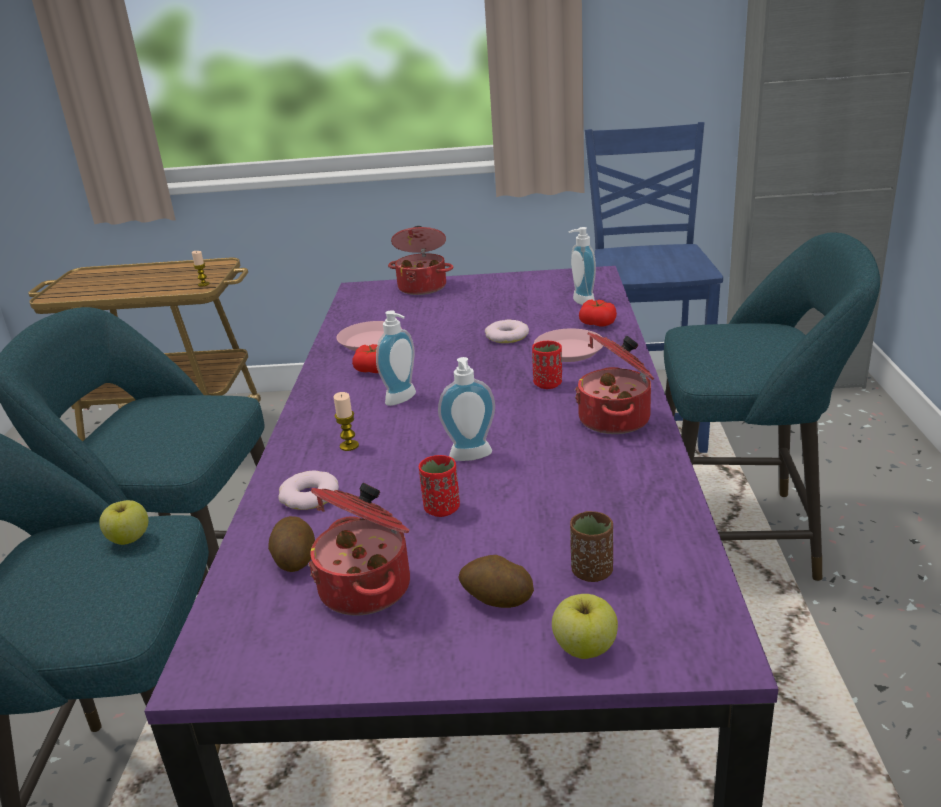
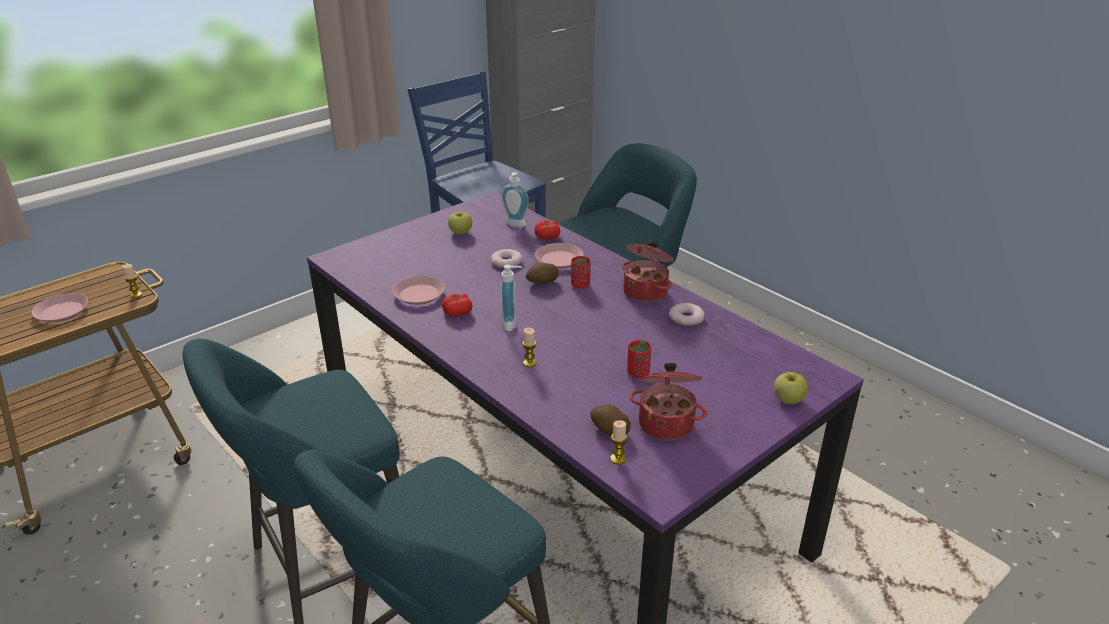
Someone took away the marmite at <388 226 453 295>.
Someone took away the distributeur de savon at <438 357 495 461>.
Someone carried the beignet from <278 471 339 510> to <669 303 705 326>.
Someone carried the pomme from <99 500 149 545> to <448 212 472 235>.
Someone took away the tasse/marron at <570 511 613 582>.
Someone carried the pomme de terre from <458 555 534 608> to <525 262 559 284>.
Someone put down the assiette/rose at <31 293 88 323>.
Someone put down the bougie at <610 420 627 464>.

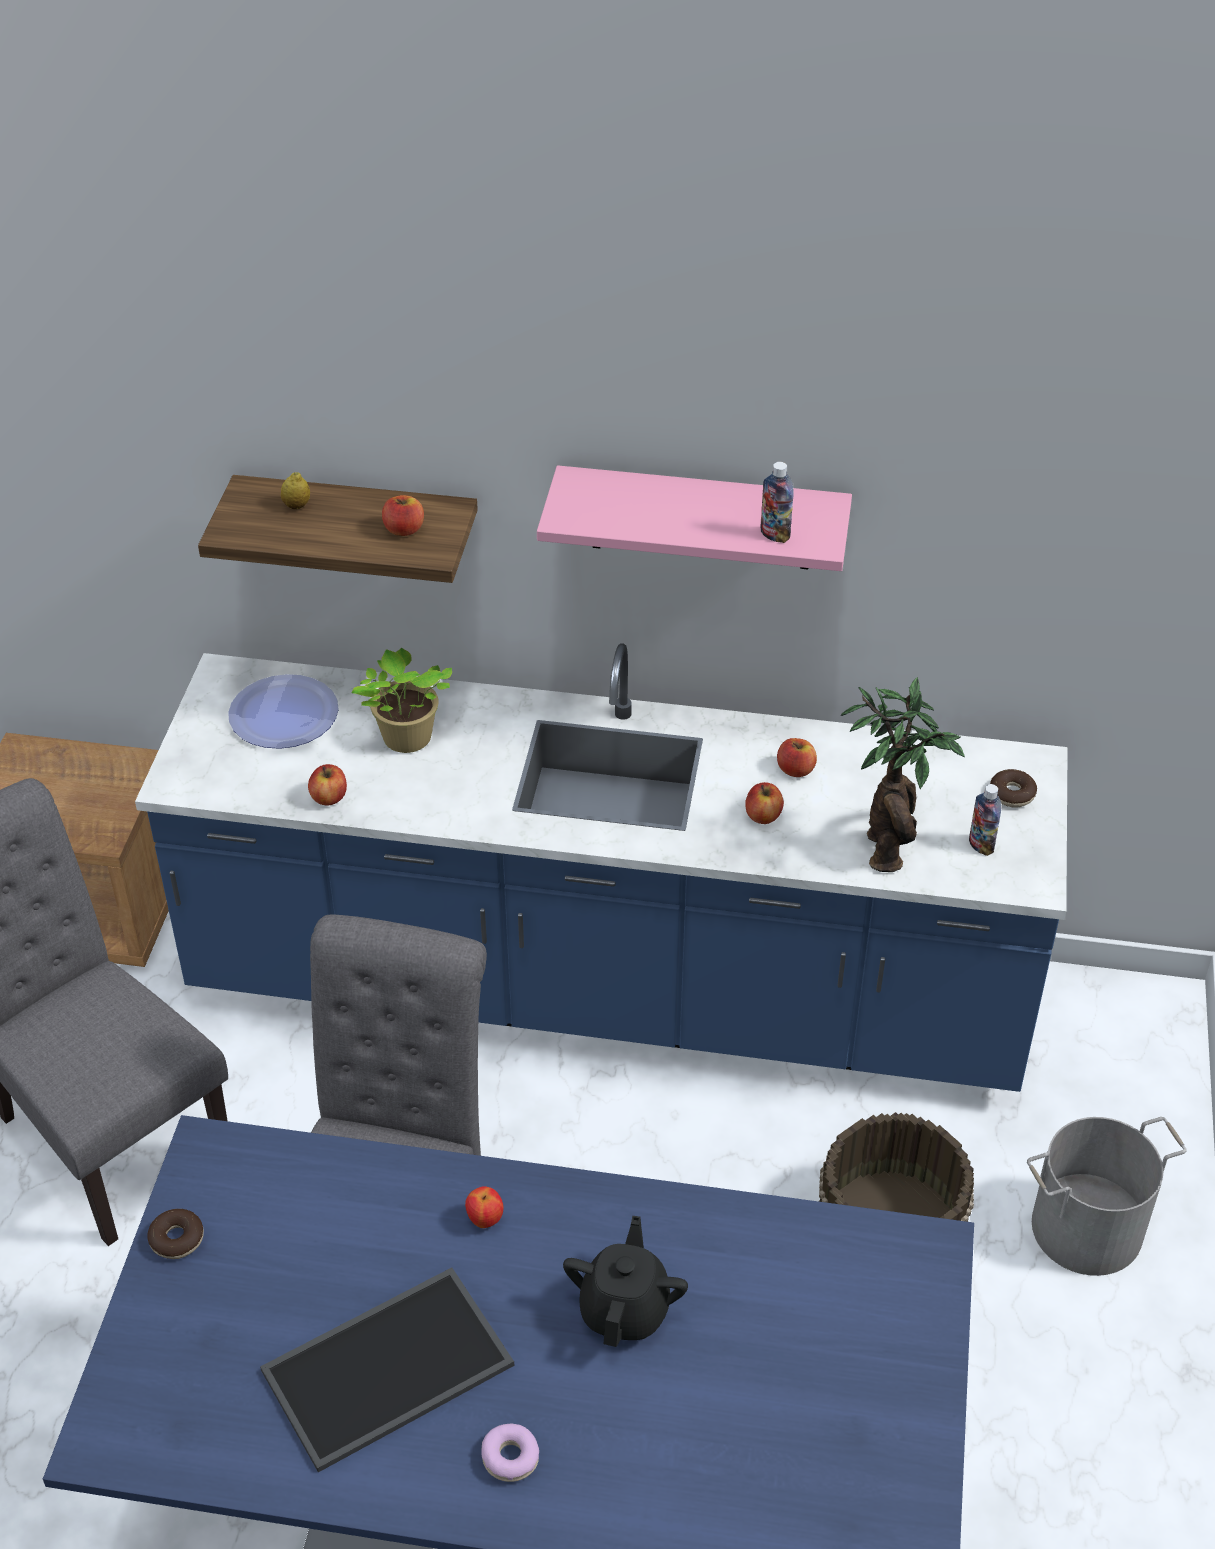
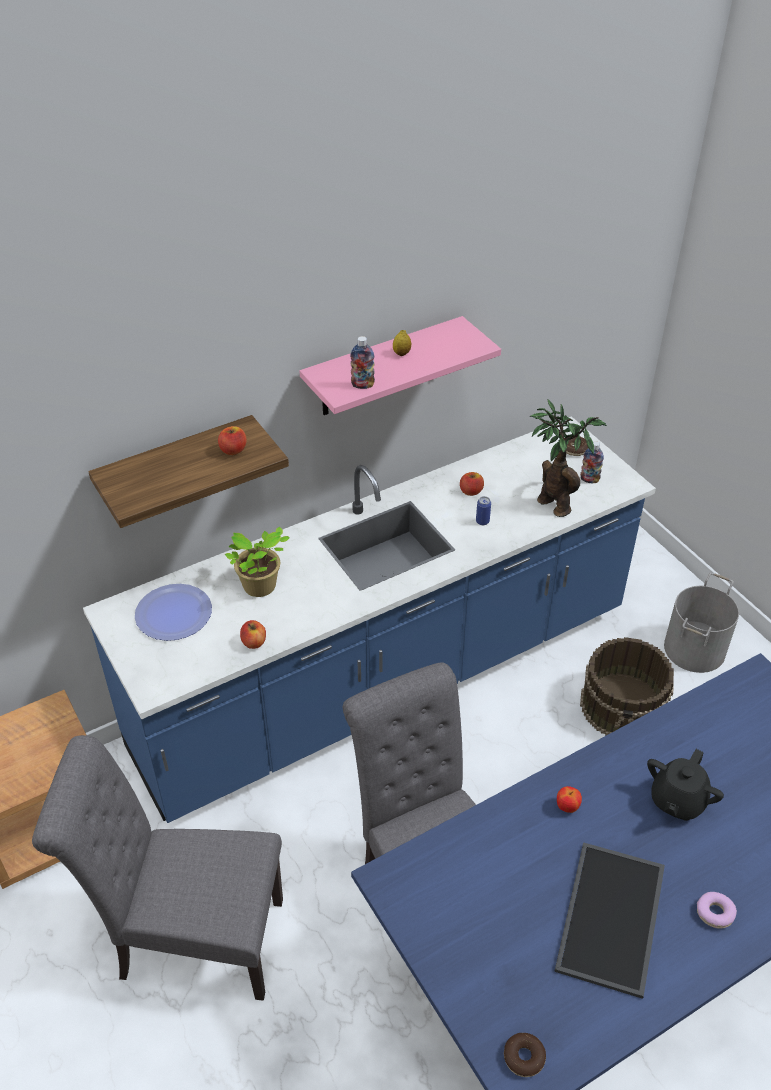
Someone carried the bouteille from <761 462 794 543> to <350 336 375 389>.
Someone carried the citron from <281 472 310 509> to <393 330 411 356>.
Someone swapped the pomme at <745 782 784 824> for the boîte métallique at <476 496 491 525>.
Someone carried the beignet from <147 1209 204 1259> to <504 1033 546 1077>.
Someone rotated the théière/noir at <563 1216 688 1347> by 120 degrees counterclockwise.

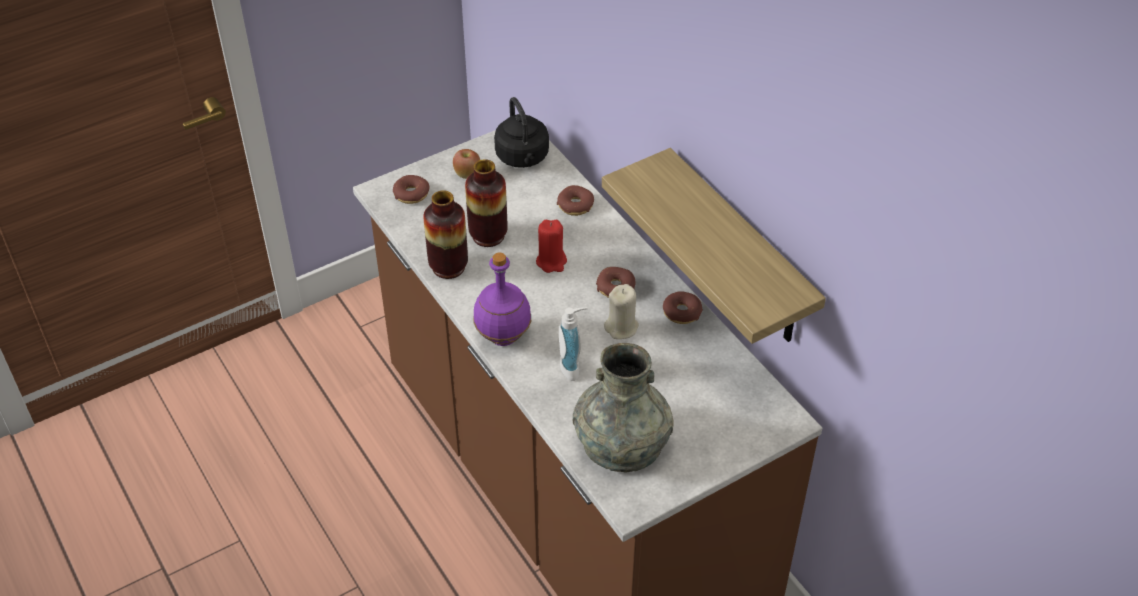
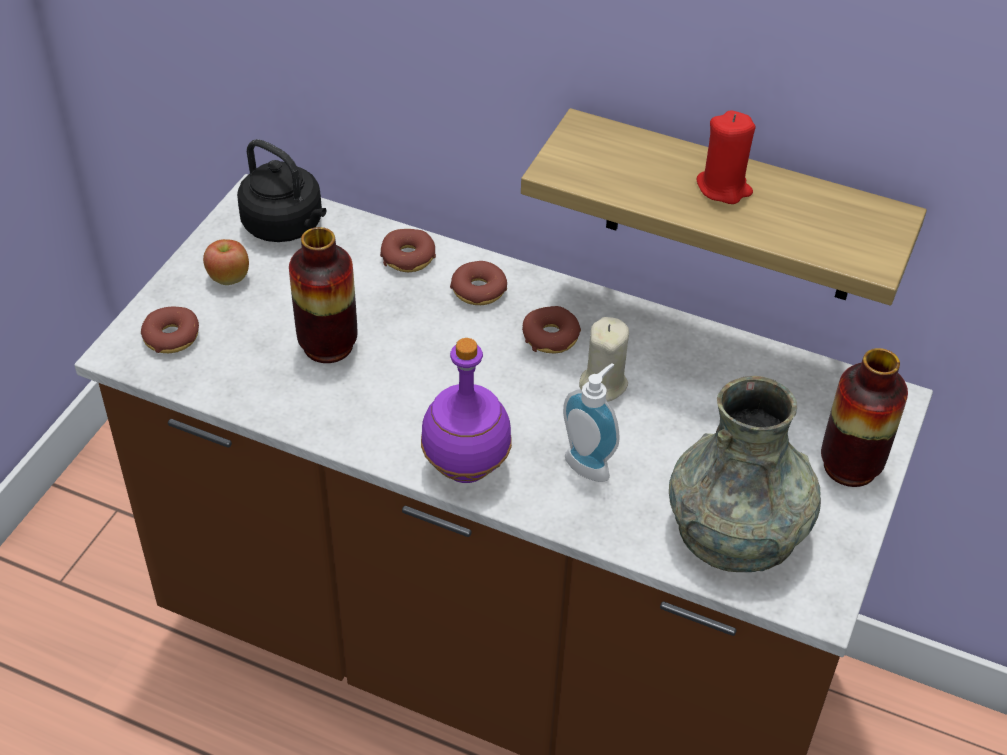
Someone carried the vase from <423 190 468 279> to <821 348 908 487>.
Someone carried the bougie/rouge from <536 220 567 273> to <697 110 755 204>.
Someone carried the beignet from <663 291 703 324> to <450 261 507 305>.

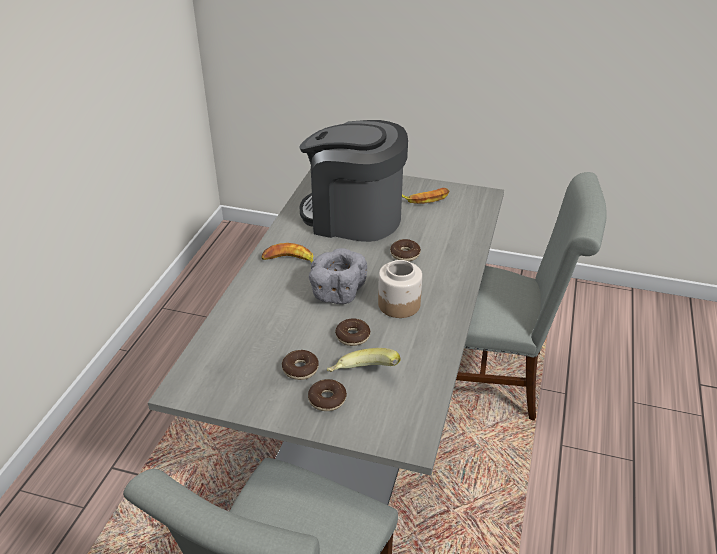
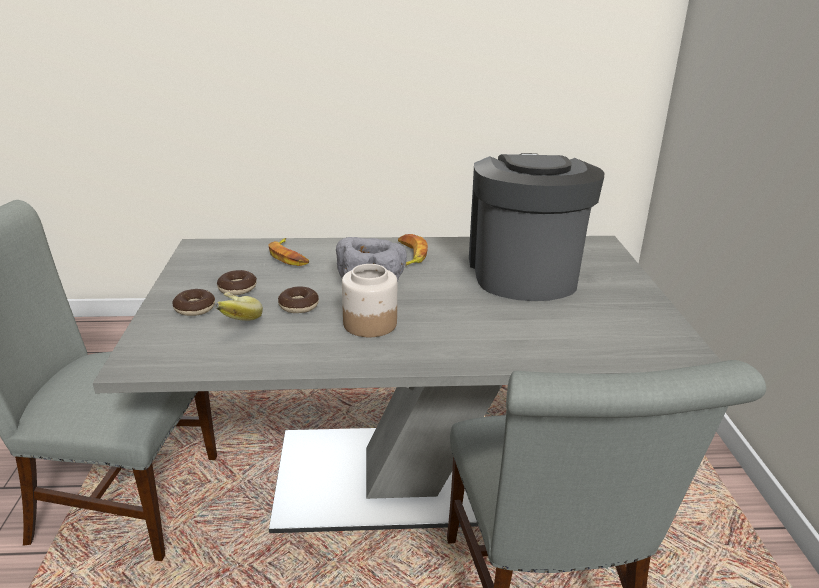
Someone carried the banane from <402 188 449 204> to <268 238 309 266>.
Someone took away the beignet at <390 239 421 261>.

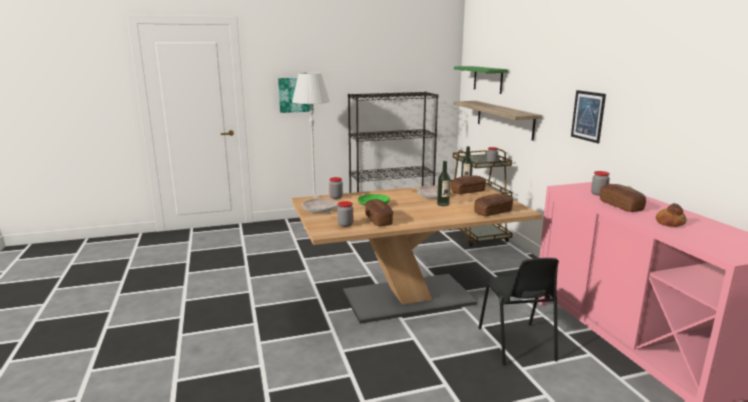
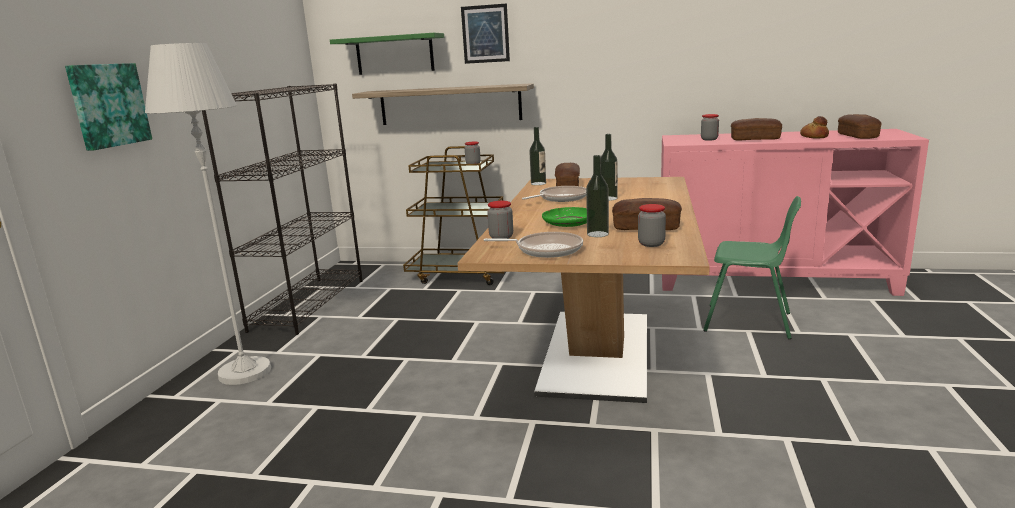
Someone carried the tableau from <571 90 606 144> to <461 3 510 64>.
Someone carried the pain from <474 194 513 216> to <838 114 882 139>.
Someone repainted the chaise/noir at <479 258 559 366>, which became the chaise/vert at <703 196 801 339>.
Someone put down the bouteille at <586 155 609 237>.

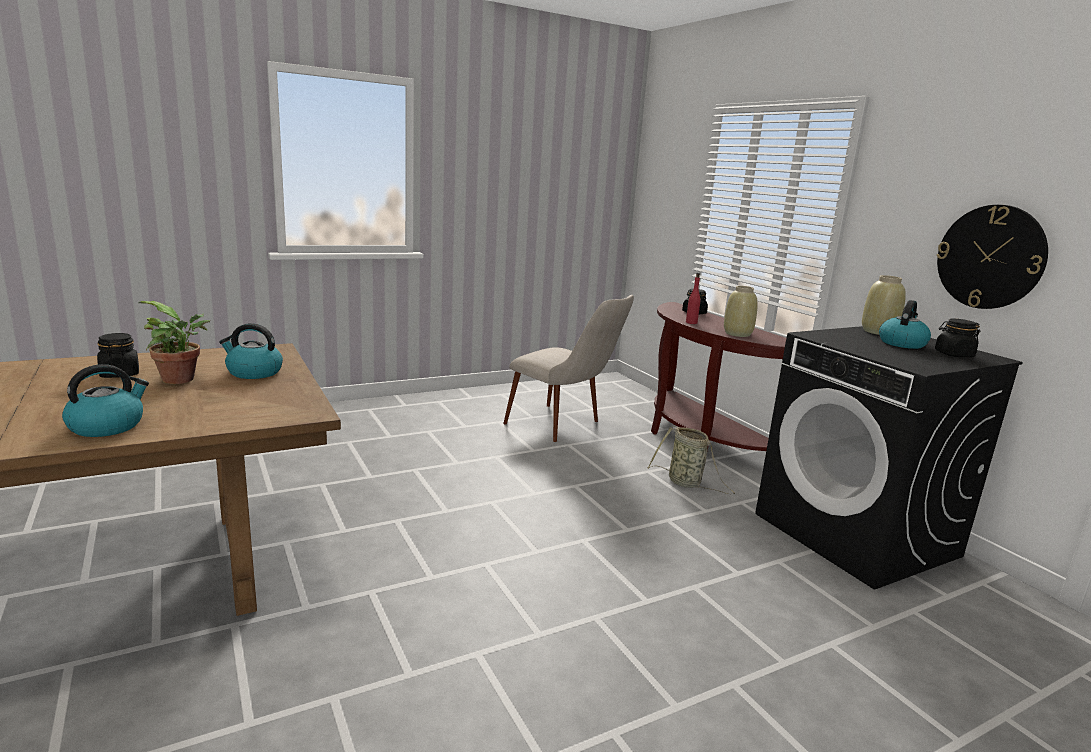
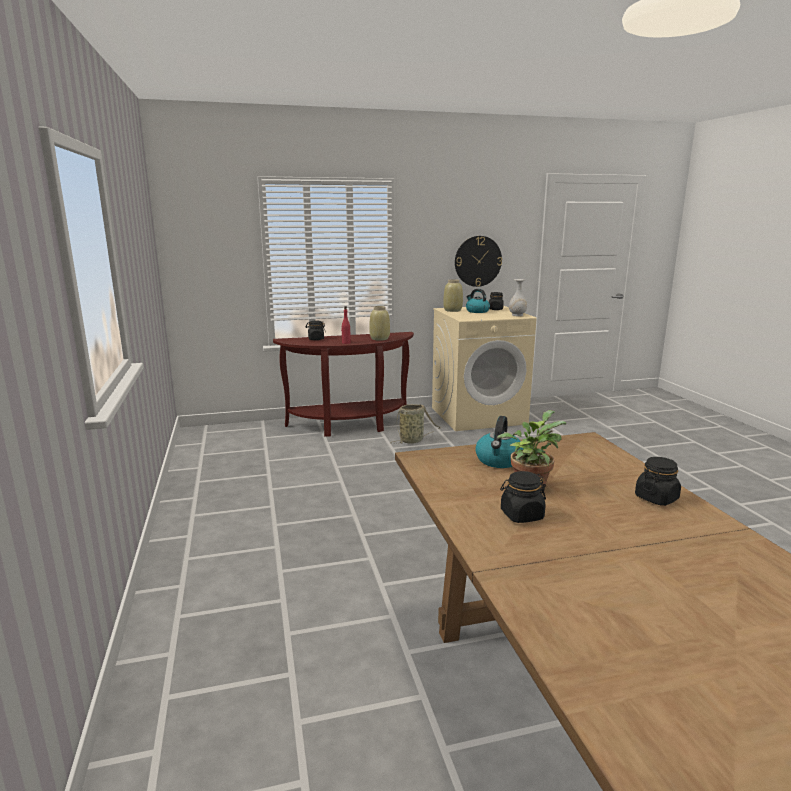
Someone took away the chaise/beige at <503 295 634 442>.
Someone repainted the lave-linge/noir at <755 326 1023 590>, which became the lave-linge/beige at <432 306 536 431>.
Someone swapped the bouilloire at <62 364 149 437> for the bocal/noir at <635 457 681 506>.
Someone put down the vase/blanc at <509 279 527 316>.

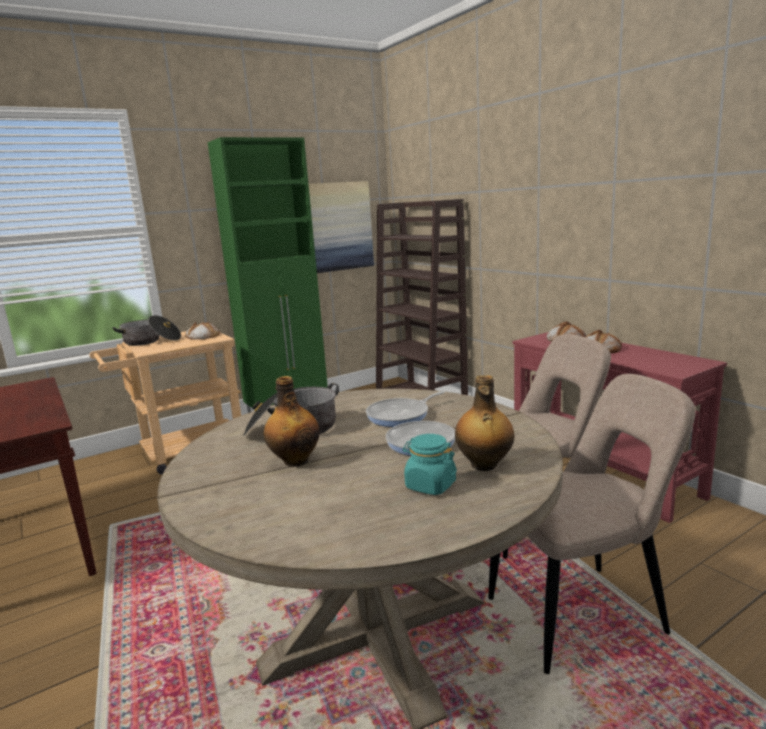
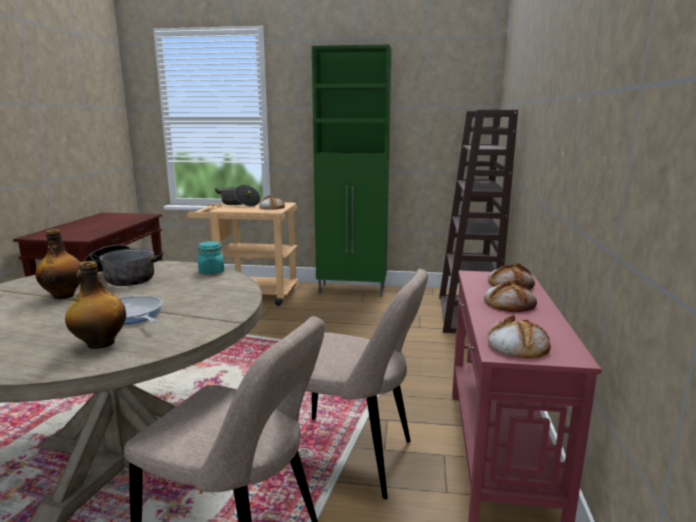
Someone took away the tableau at <309 181 374 273>.
Someone took away the poêle at <366 391 445 427>.
Someone carried the bocal/turquoise from <403 434 457 495> to <198 241 224 274>.
Someone put down the pain at <488 315 551 358>.

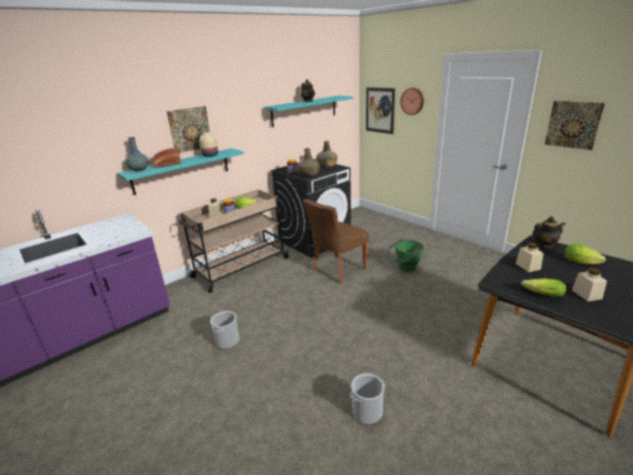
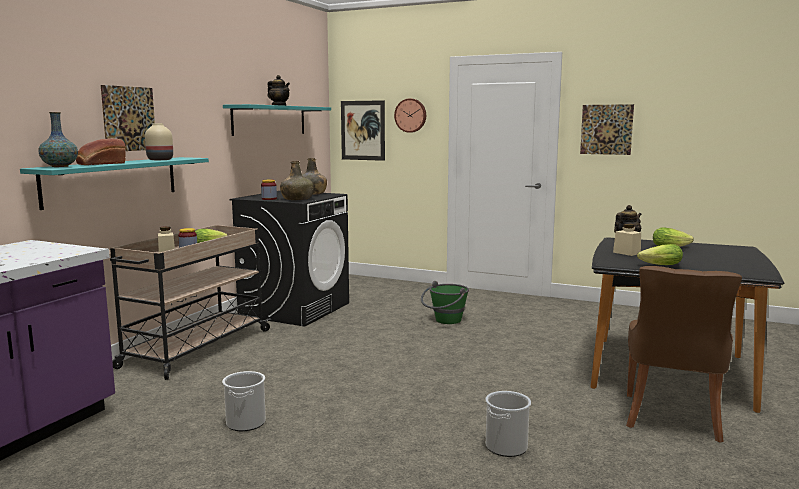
Someone carried the chaise/marron from <302 199 369 284> to <626 266 742 443>.
Someone took away the bocal/beige at <572 267 607 301>.

